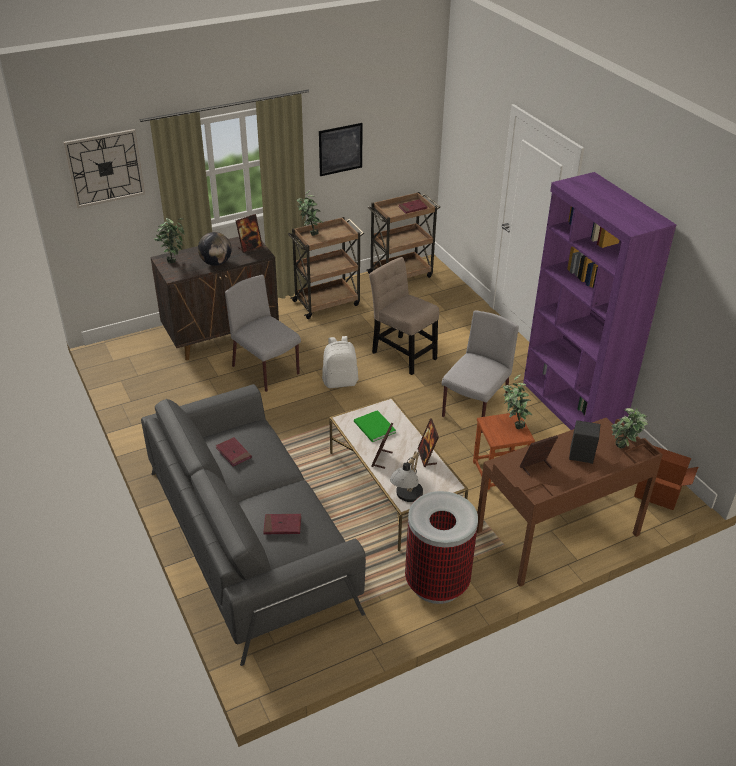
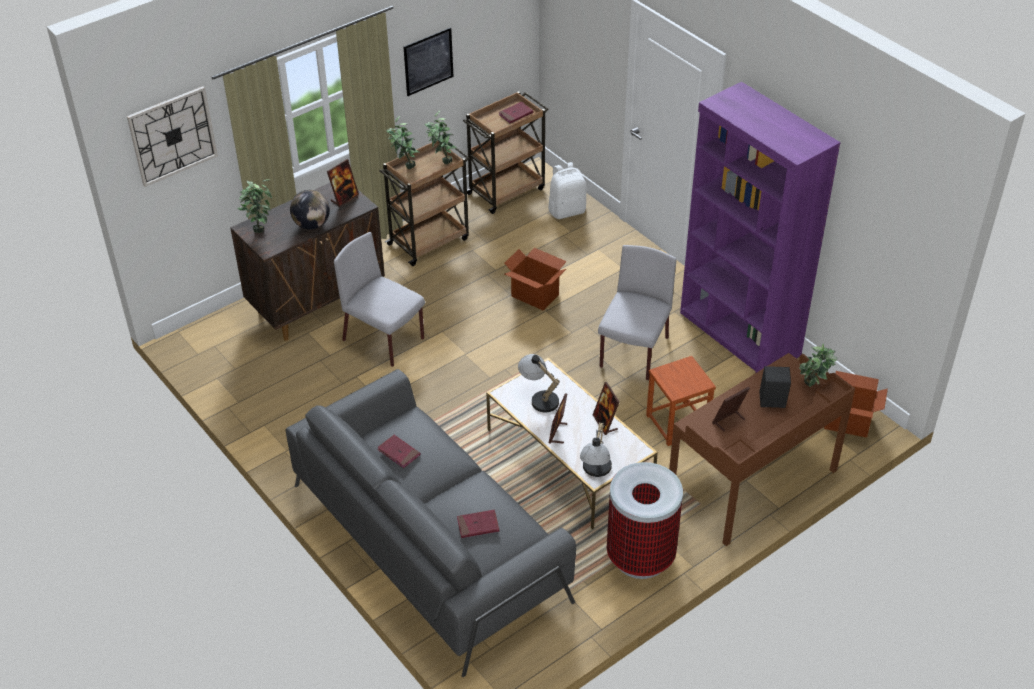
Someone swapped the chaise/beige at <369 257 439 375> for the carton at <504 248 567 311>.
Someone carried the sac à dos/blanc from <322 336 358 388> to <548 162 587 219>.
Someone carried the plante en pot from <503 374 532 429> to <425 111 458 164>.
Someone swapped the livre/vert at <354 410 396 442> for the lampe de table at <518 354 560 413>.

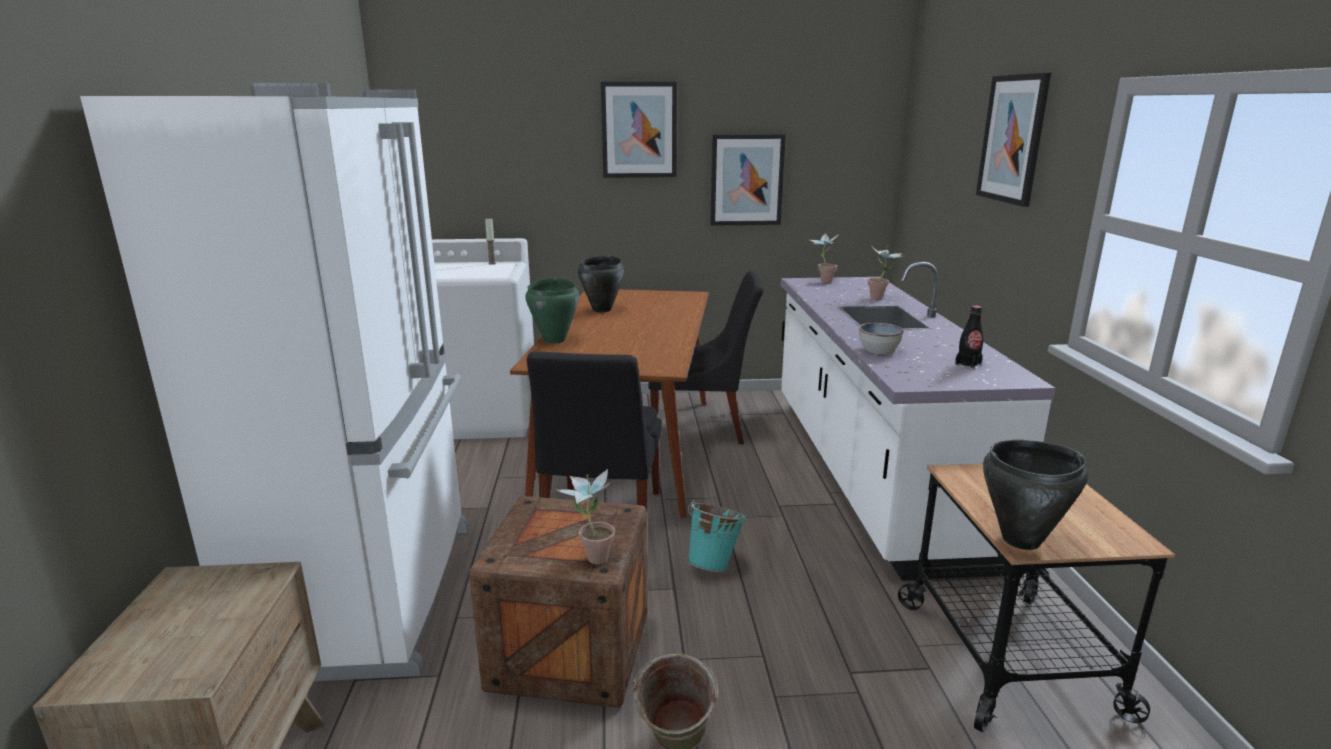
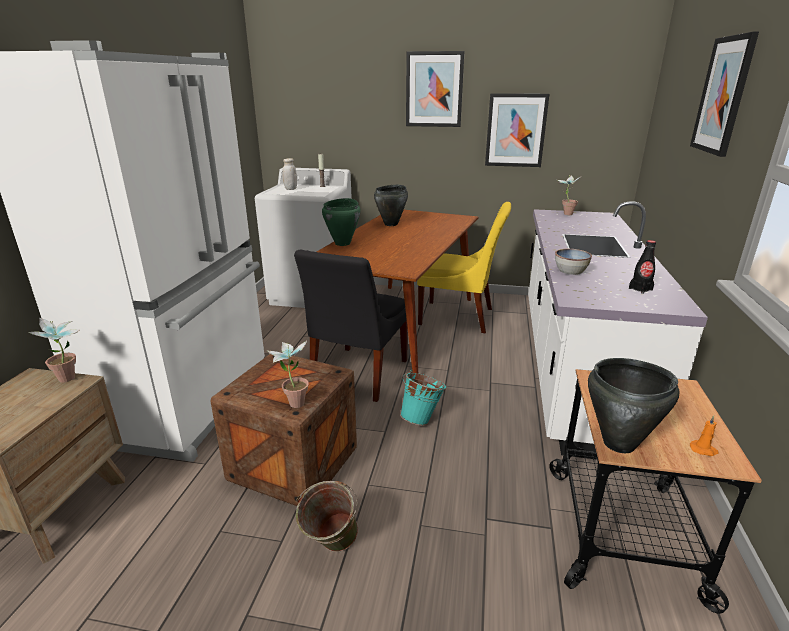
Someone carried the plante en pot from <867 247 905 300> to <29 317 79 383>.
Someone repainted the chaise/noir at <648 271 764 445>, which became the chaise/jaune at <417 202 511 333>.
Someone put down the bocal/blanc at <282 158 297 190>.
Someone put down the bougie/orange at <690 416 718 456>.

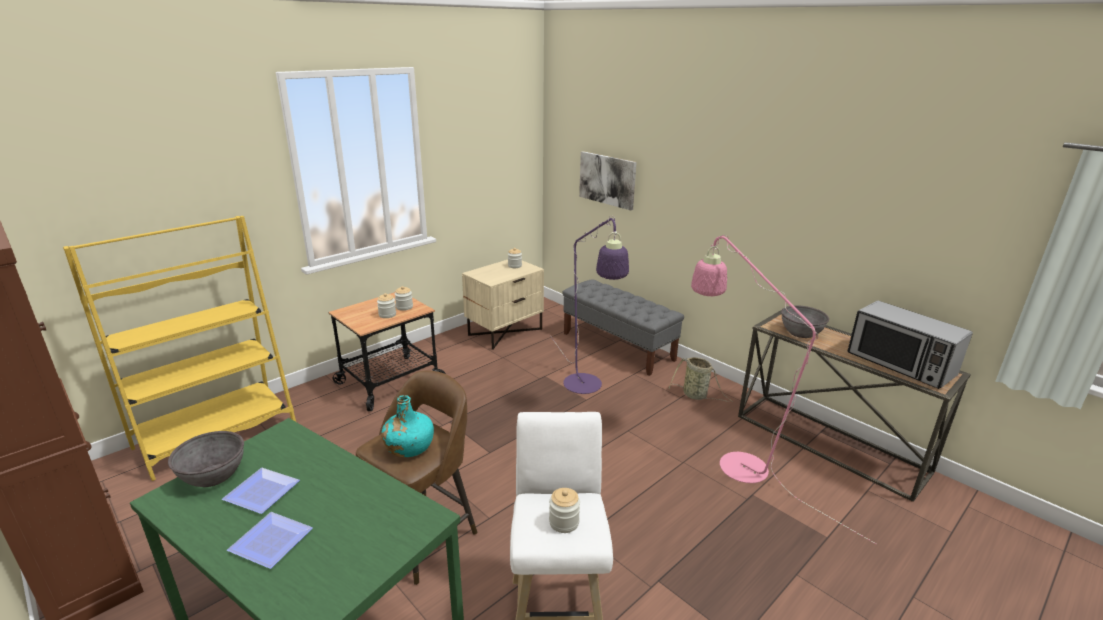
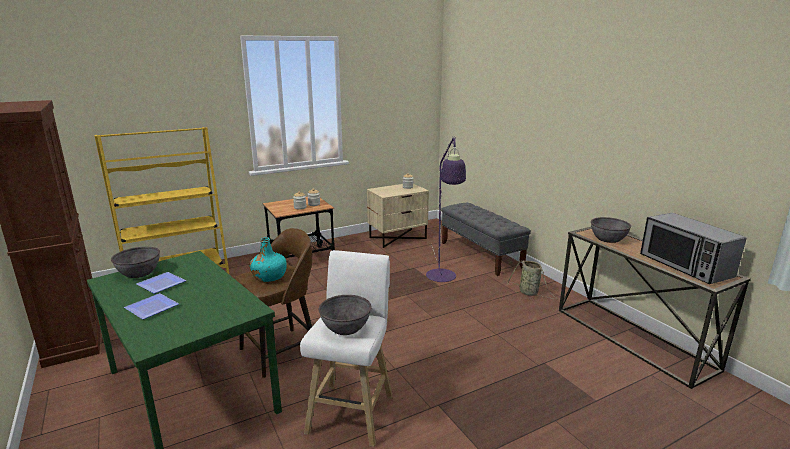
Someone took away the tableau at <579 151 637 210>.
Someone took away the lampadaire/rose at <691 235 876 544>.
Someone swapped the bocal at <549 488 580 533> for the bol/gris at <319 295 371 335>.

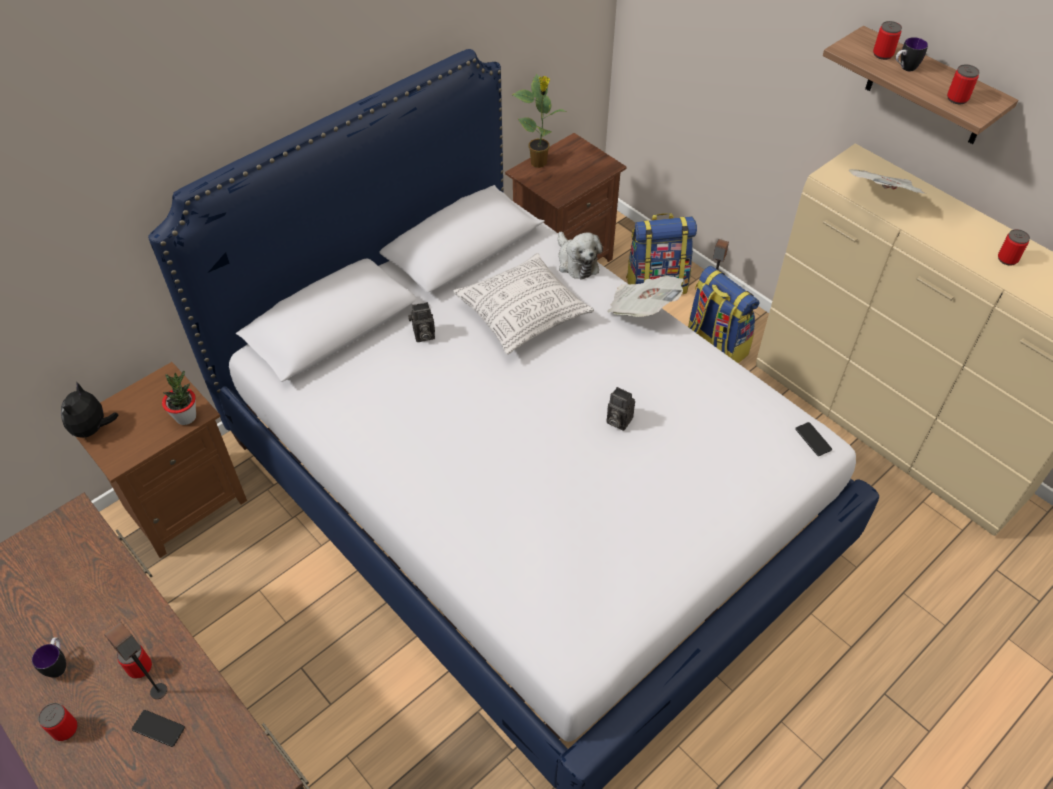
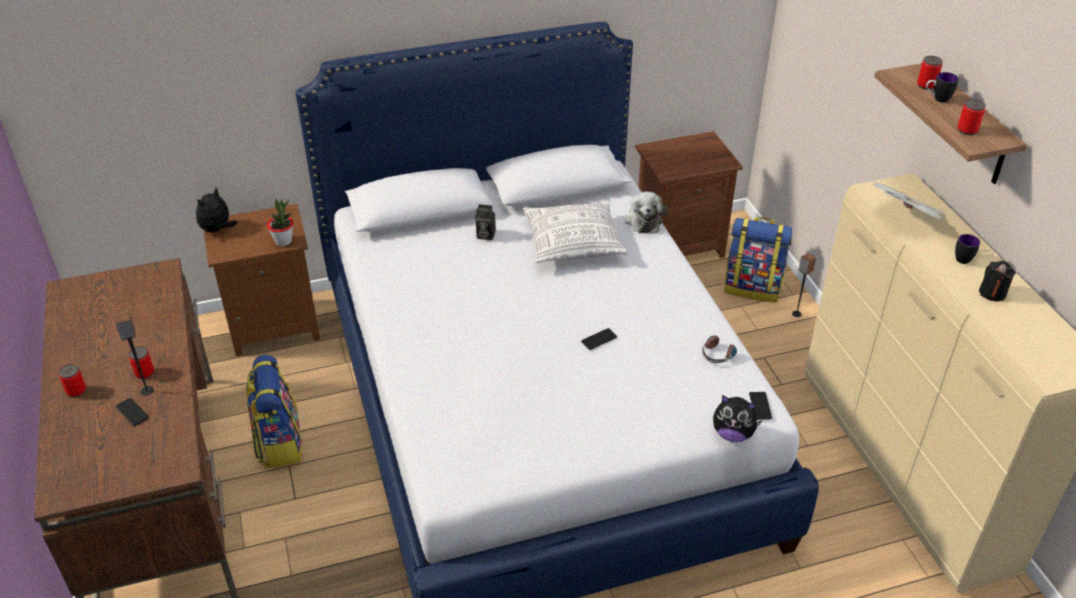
Someone took away the plante en pot at <512 73 567 168>.
Someone swapped the boîte métallique at <998 229 1030 266> for the bougie/noir at <979 261 1016 302>.
Someone carried the sac à dos from <688 266 759 363> to <246 355 302 468>.
Someone took away the journal at <608 276 683 317>.
Someone swapped the appareil photo at <607 387 635 431> for the téléphone at <581 328 617 350>.
Someone carried the mug from <32 637 66 677> to <955 234 980 264>.
Someone put down the casque audio at <702 335 739 363>.
Someone put down the peluche at <713 395 763 442>.

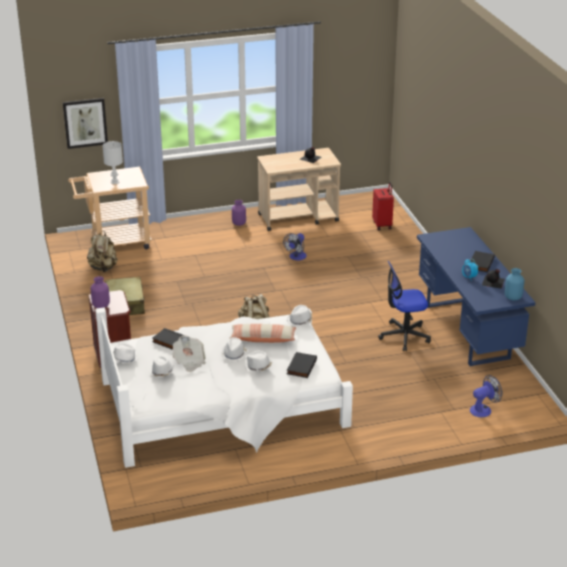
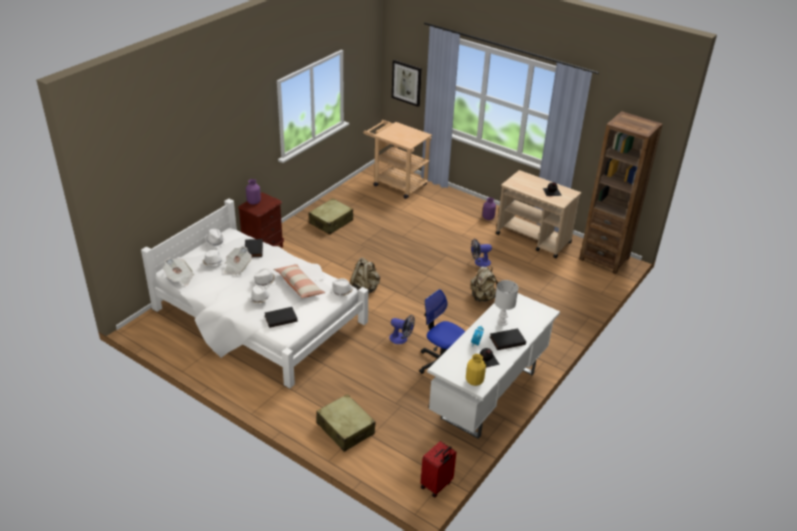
Someone carried the lampe de table/blanc from <102 141 123 184> to <495 280 518 326>.
Someone carried the valise/rouge from <372 182 394 230> to <421 441 457 497>.
Someone repainted the bureau/bleu at <417 227 536 366>, which became the bureau/blanc at <427 293 560 439>.
Someone carried the sac à dos/beige from <87 231 118 272> to <471 266 498 302>.
Someone repainted the vase/bleu at <505 268 524 300>, which became the vase/jaune at <466 354 486 386>.
Someone carried the ventilateur from <470 375 502 417> to <389 315 415 344>.
Someone put down the bibliothèque/marron at <579 111 663 274>.
Someone put down the journal at <163 258 194 285>.
Someone put down the valise/beige at <316 394 376 452>.

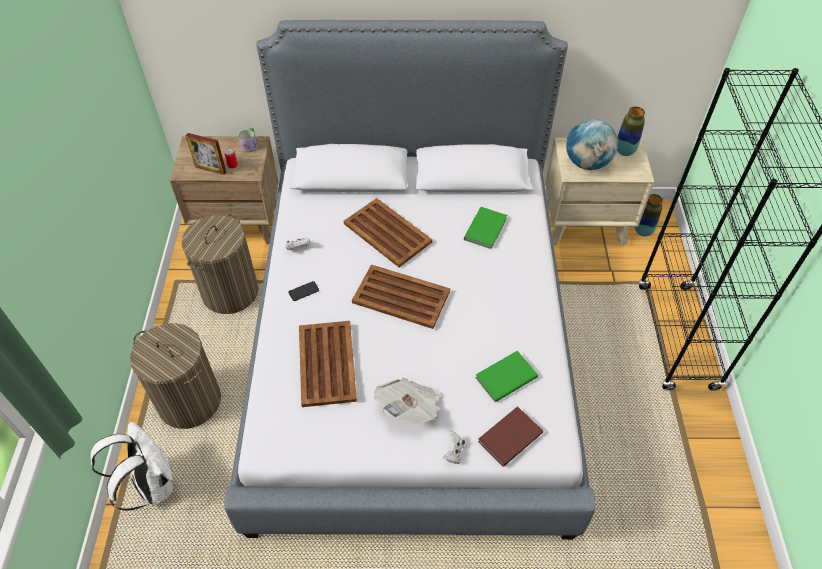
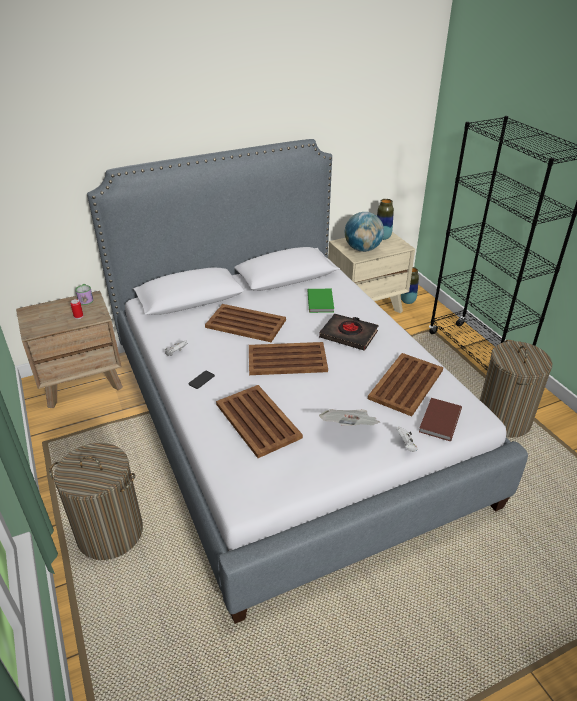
Someone took away the cadre photo at <186 133 226 175>.
Someone carried the panier à linge from <182 213 258 314> to <480 340 552 438>.
Someone swapped the livre/vert at <475 351 538 402> for the plateau/marron at <368 353 443 417>.
Someone took away the sac à dos/blanc at <91 422 173 511>.
Someone put down the livre/noir at <319 314 379 351>.

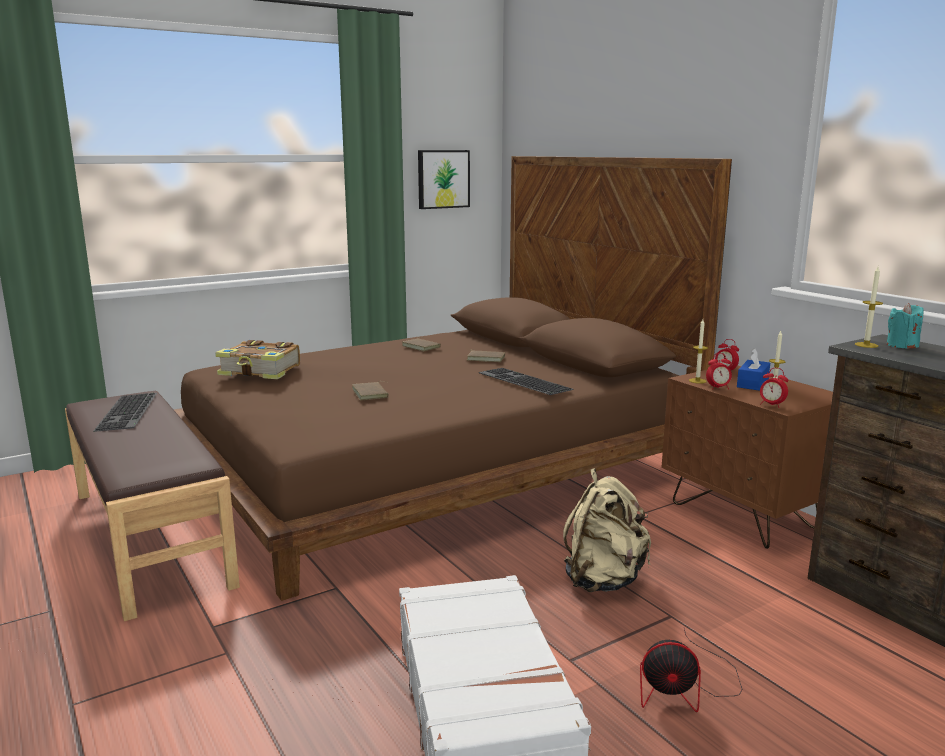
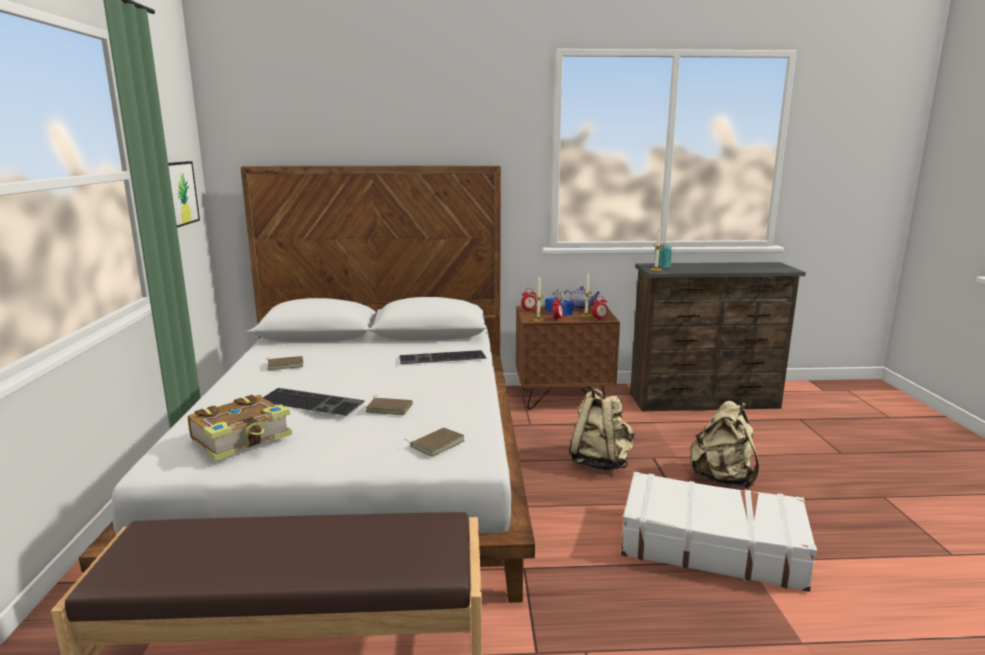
Someone repainted the lit/marron at <173 156 732 601>, which became the lit/blanc at <79 165 535 603>.
Someone carried the livre/marron from <467 349 505 362> to <404 428 465 457>.
Someone carried the clavier from <94 393 157 432> to <263 388 365 416>.
Someone swapped the ventilateur at <640 628 742 712> for the sac à dos/beige at <689 401 759 489>.
Someone put down the théière at <563 286 601 310>.

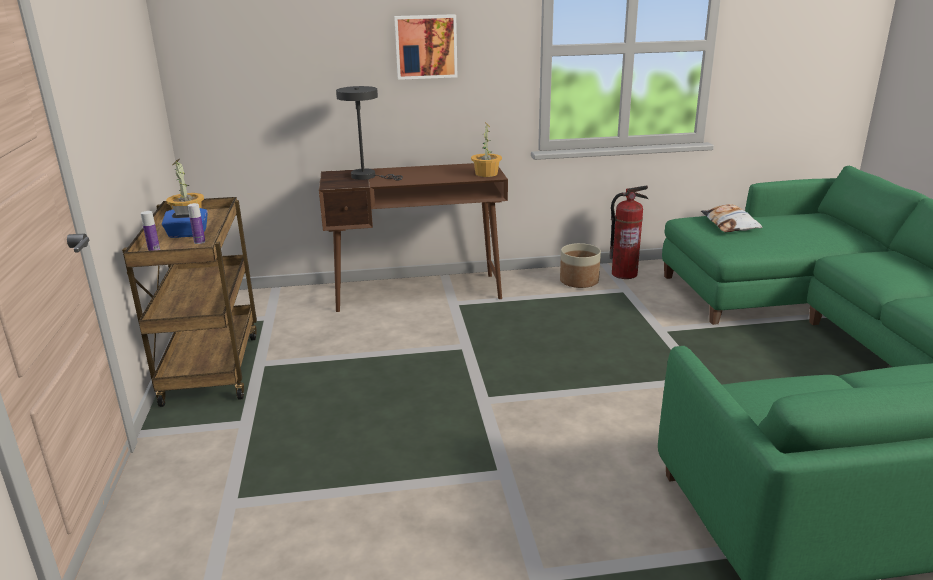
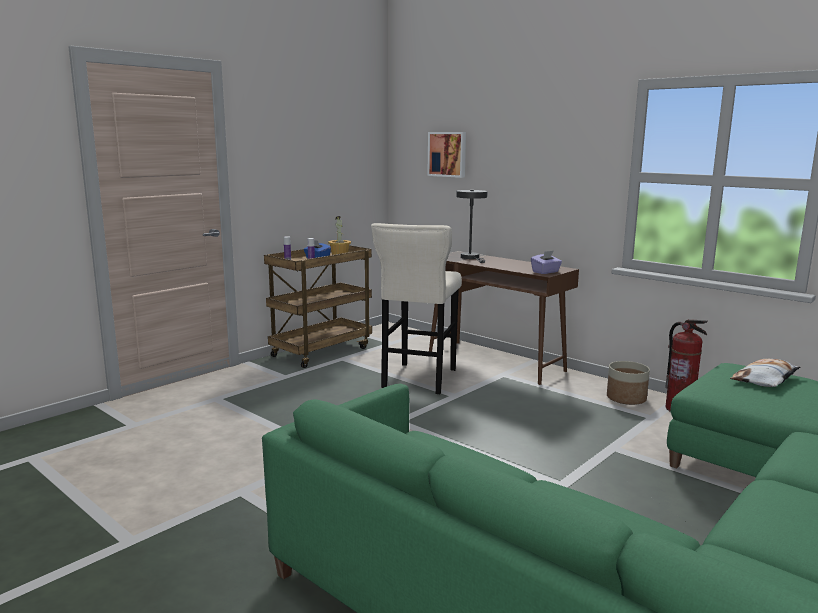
Someone carried the tableau from <394 14 457 80> to <427 132 466 178>.
Someone swapped the plante en pot at <471 122 502 177> for the boîte à mouchoirs/violet at <531 251 562 274>.
Someone put down the tabouret/beige at <371 223 462 394>.

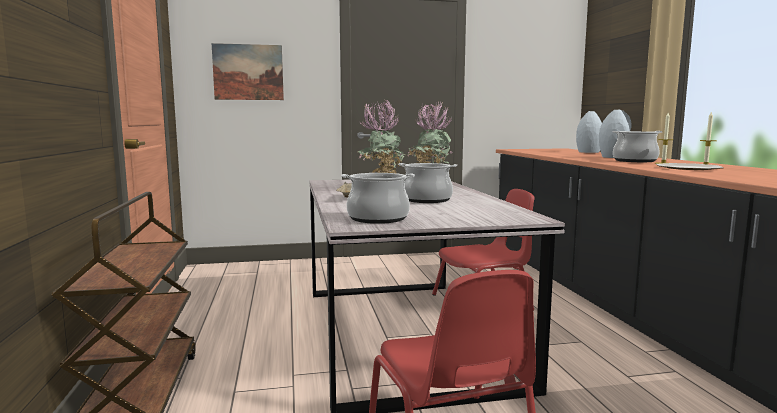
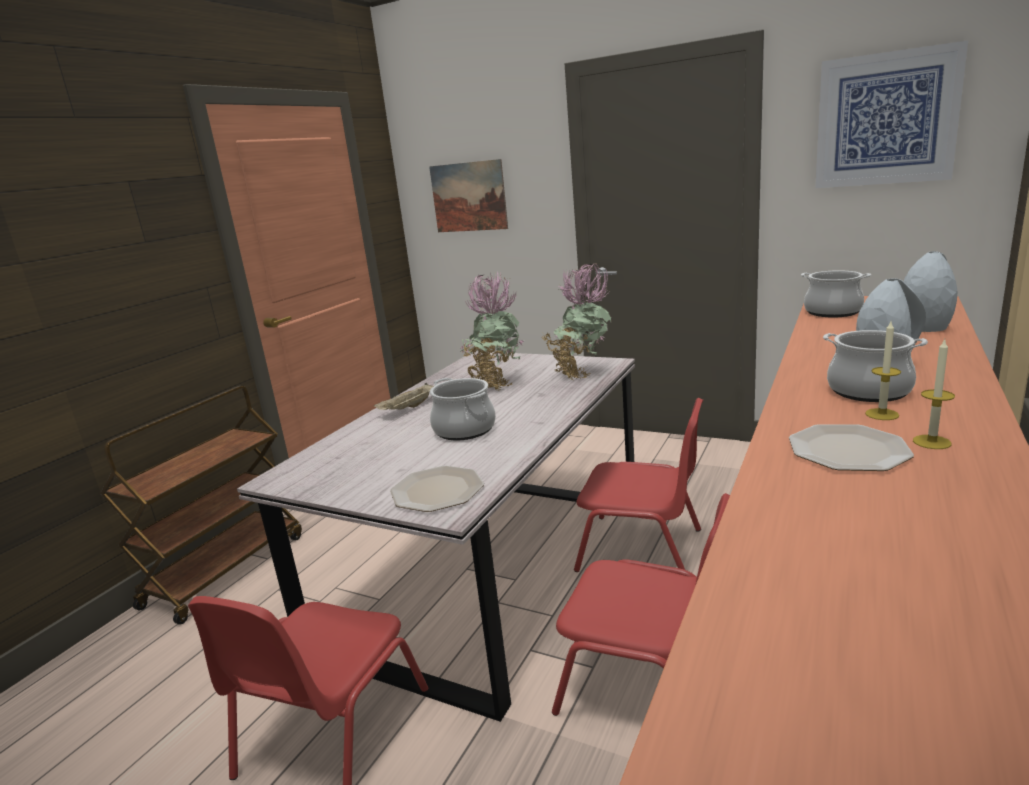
Someone carried the marmite from <341 173 415 224> to <801 270 871 317>.
Someone put up the tableau at <815 40 968 188>.
Someone put down the assiette at <390 466 484 512>.
Someone put down the chaise/rouge at <552 493 730 716>.

